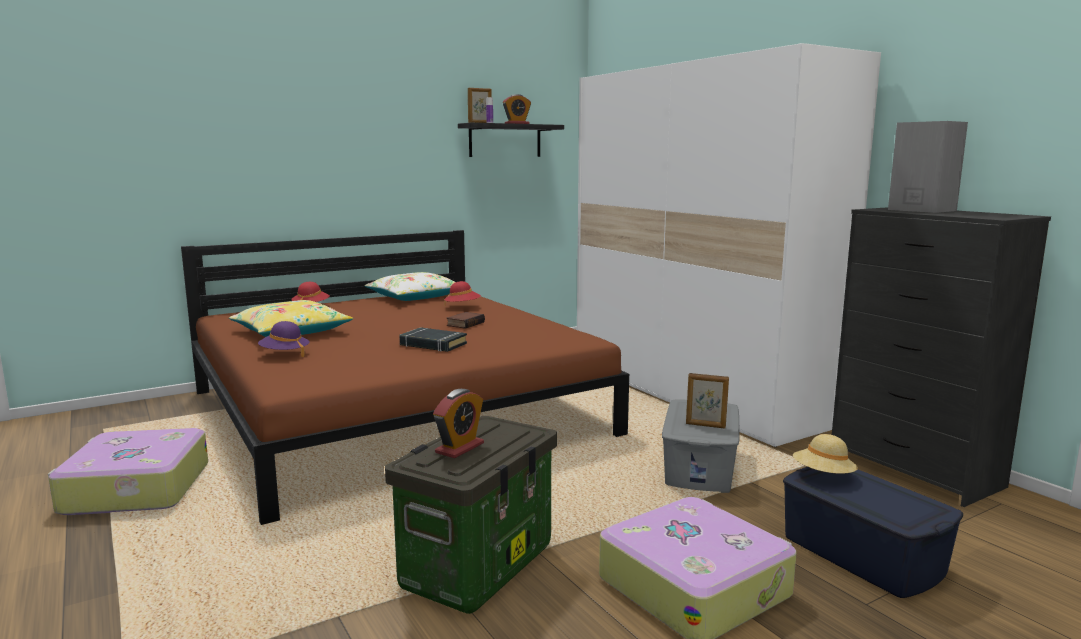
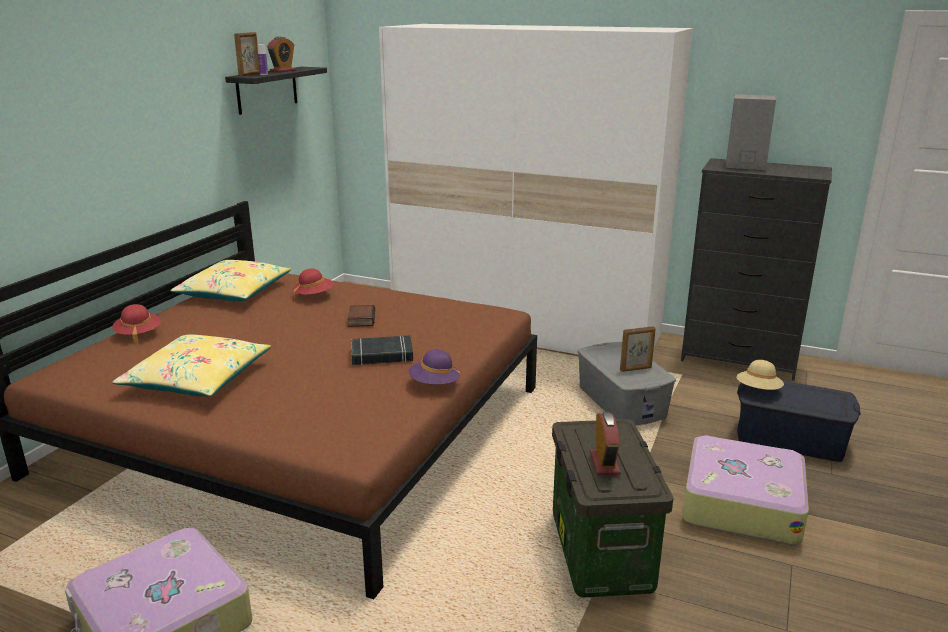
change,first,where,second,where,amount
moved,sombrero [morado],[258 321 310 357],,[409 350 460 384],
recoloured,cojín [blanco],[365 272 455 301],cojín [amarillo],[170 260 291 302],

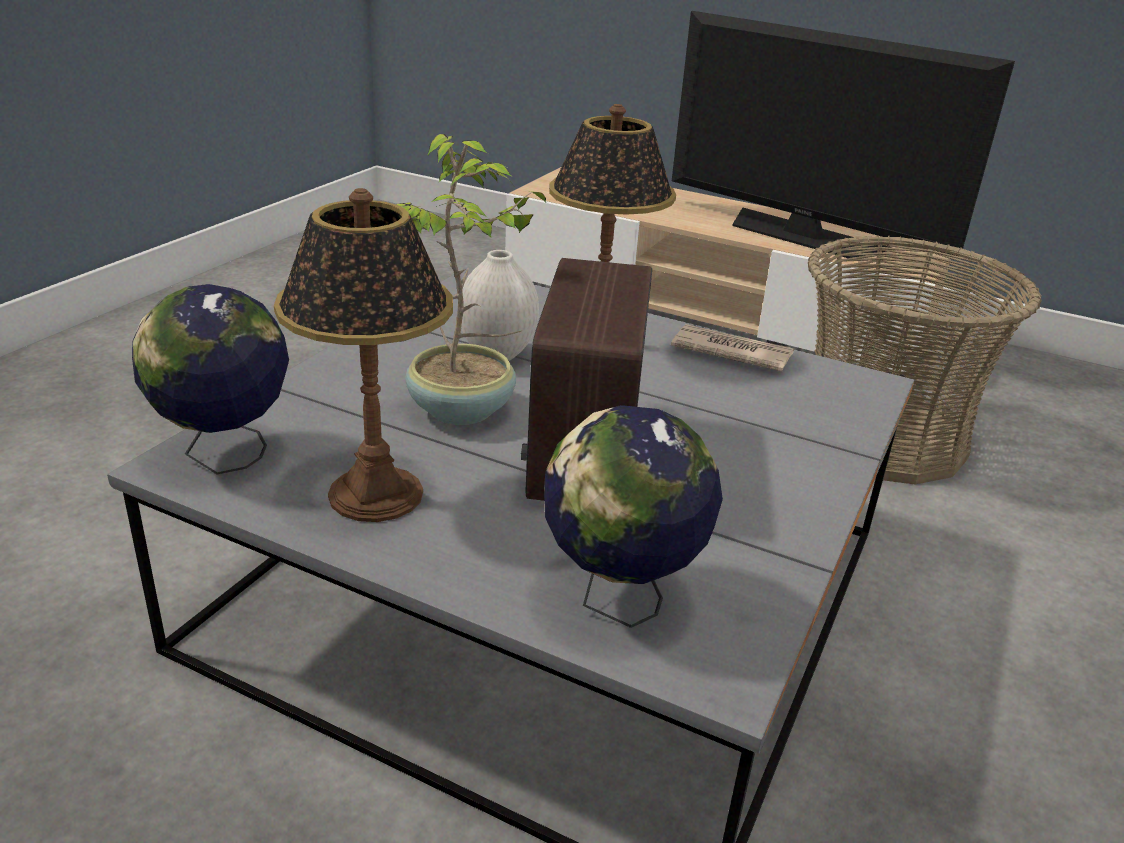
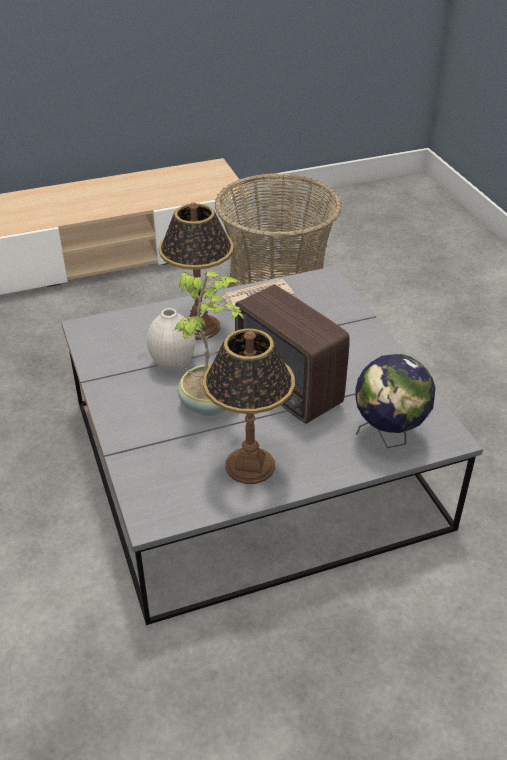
change,first,where,second,where,amount
removed,globo terráqueo,[132 284 289 474],,,
removed,televisor,[672 11 1015 258],,,

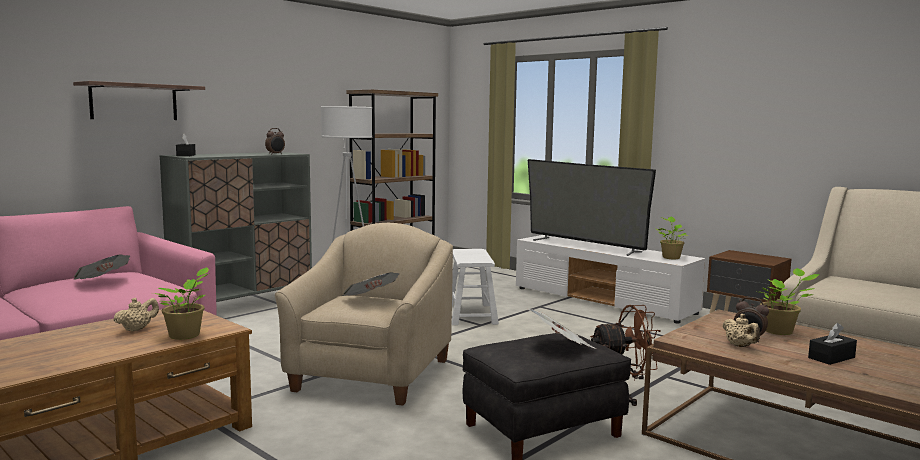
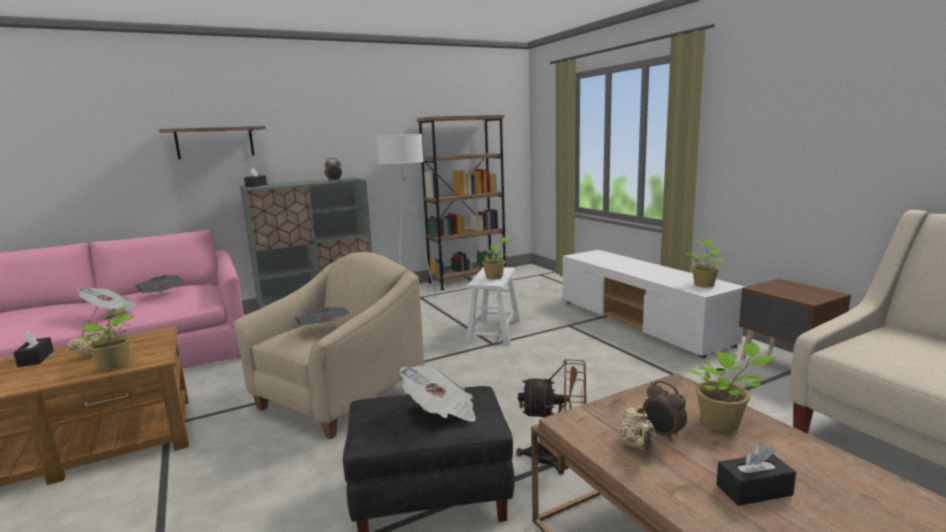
change,first,where,second,where,amount
removed,televisor,[528 159 656 256],,,
added,,,caja de pañuelos [negro],[14 331 54 367],
added,,,periódico,[77 288 135 311],
added,,,planta en maceta,[477 237 512 280],

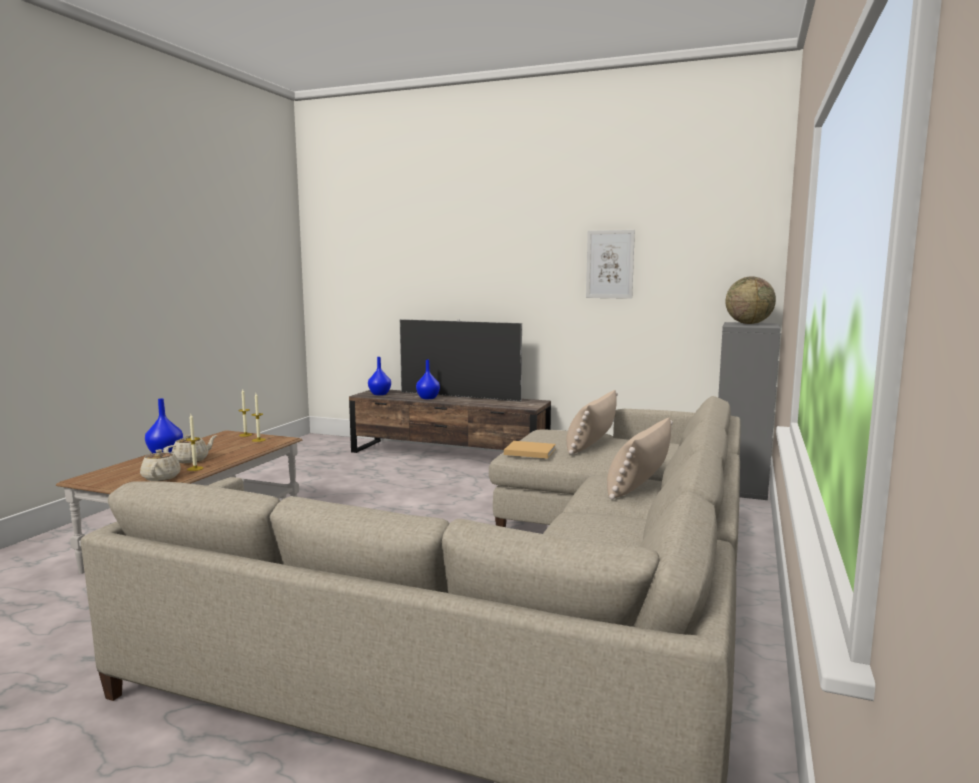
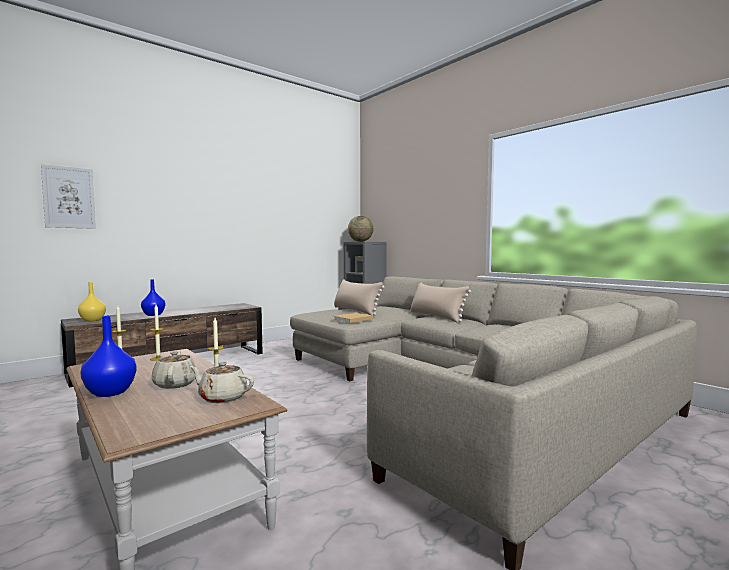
change,first,where,second,where,amount
removed,televisor,[400 319 522 401],,,
moved,cuadro,[586 230 635 299],,[41 164 96 229],
recoloured,florero [azul],[368 357 391 395],florero [amarillo],[78 282 106 322],

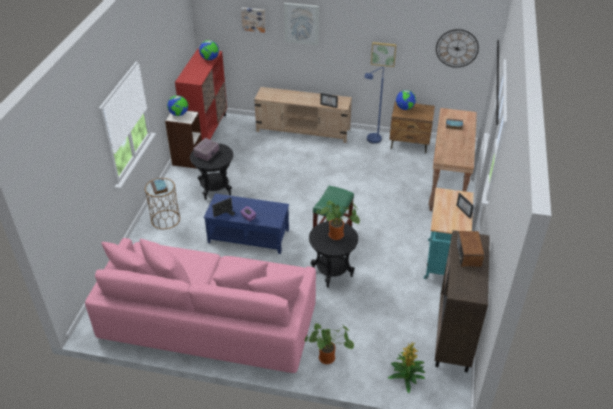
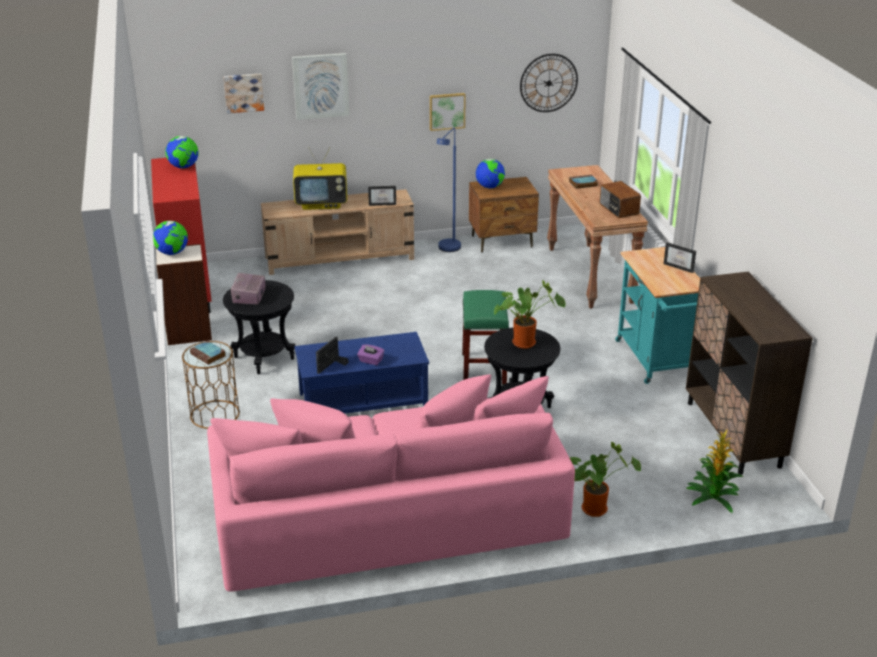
change,first,where,second,where,amount
added,,,televisor,[293 147 347 210],
moved,radio,[456 231 484 267],,[599 181 641 218],

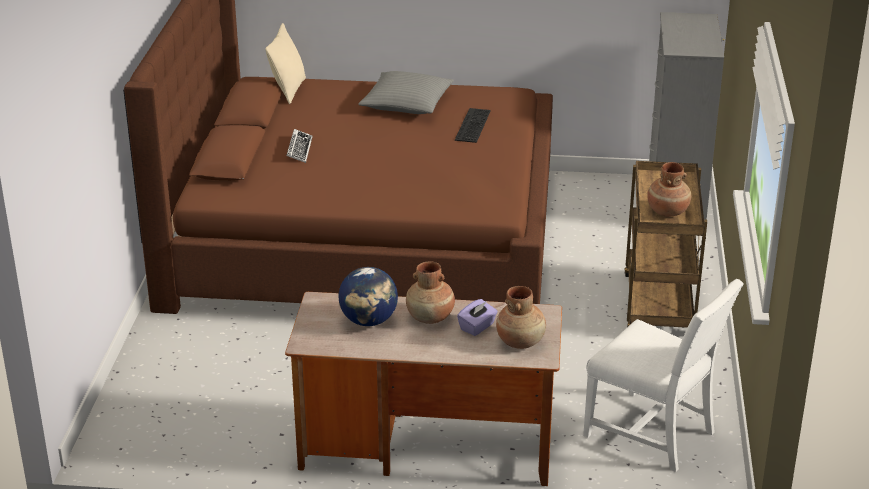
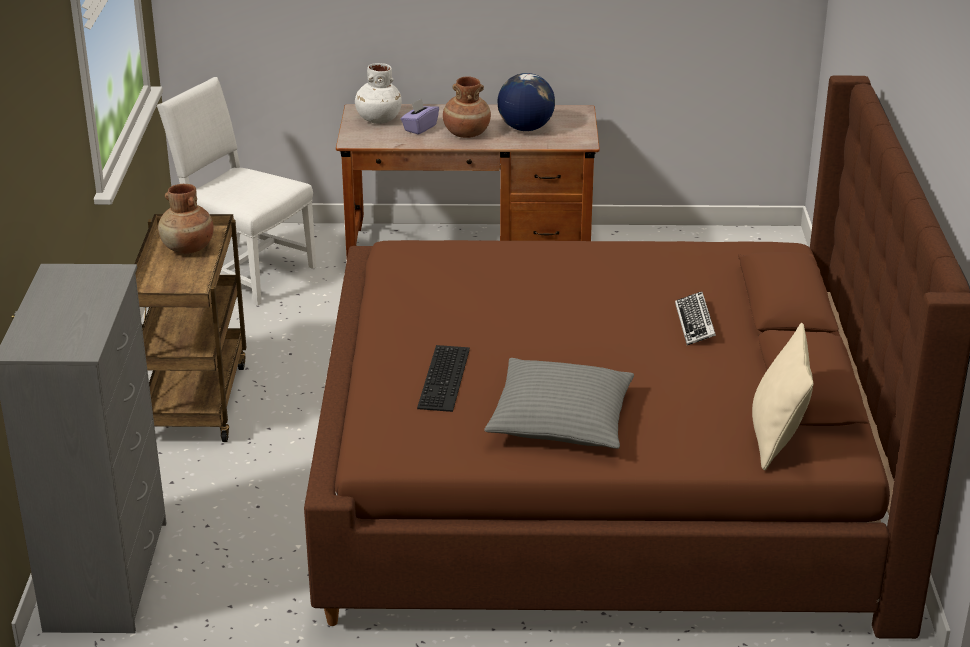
change,first,where,second,where,amount
recoloured,florero [marrón],[496 286 546 349],florero [blanco],[355 63 402 124],

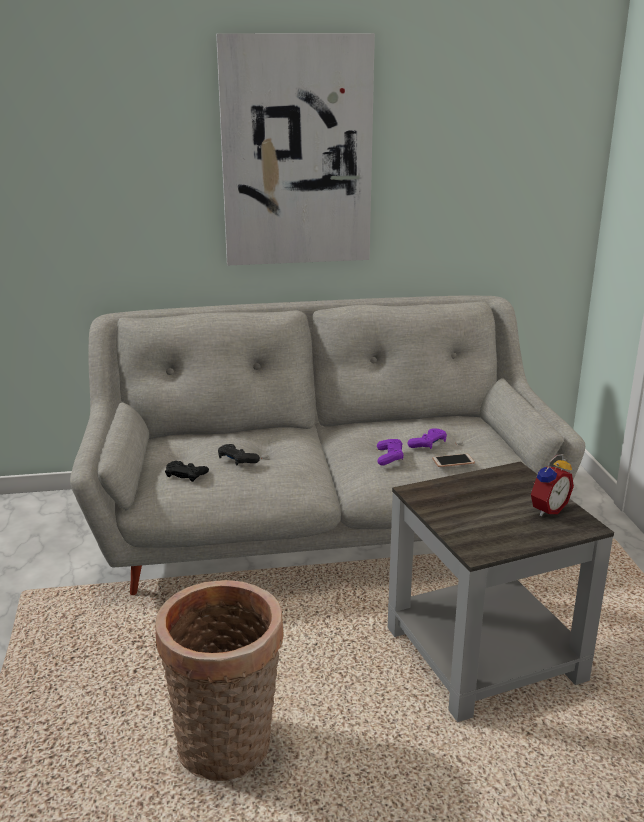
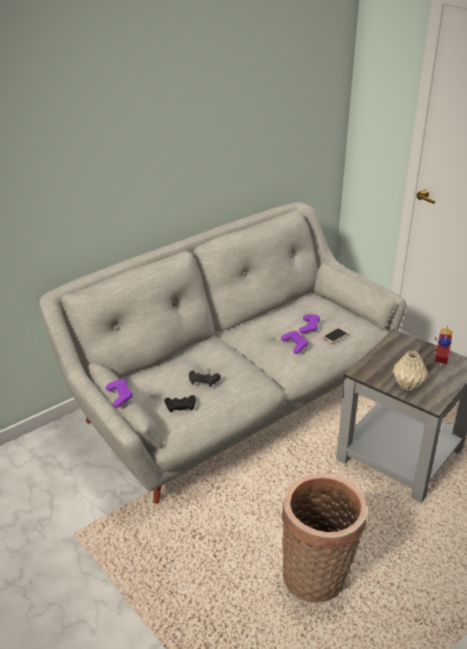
change,first,where,second,where,amount
removed,cuadro,[216 33 375 265],,,
added,,,mando de consola [morado],[106 379 133 408],
added,,,florero [beis],[393 351 428 391],

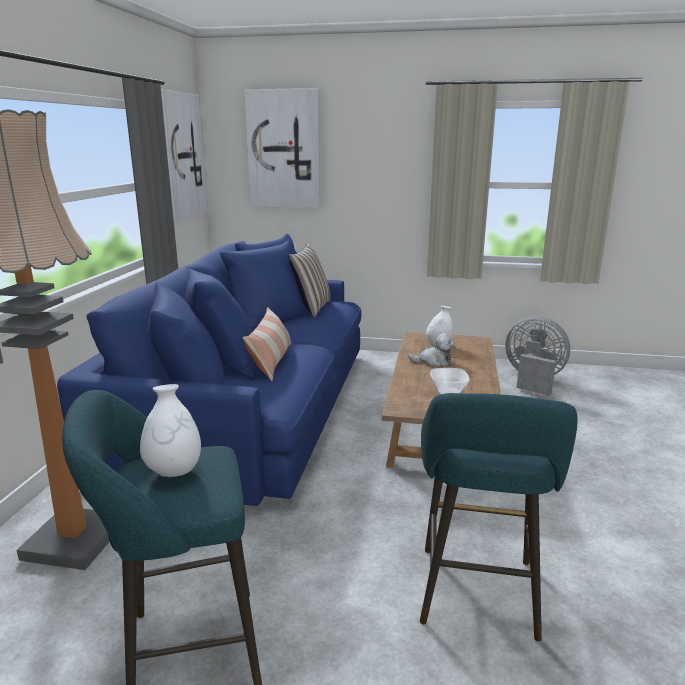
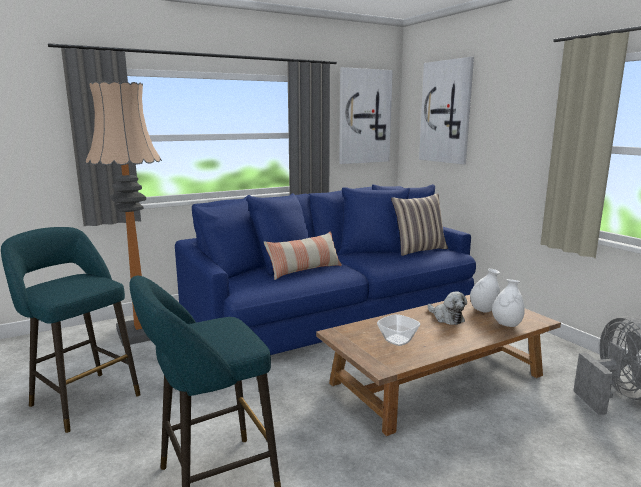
change,first,where,second,where,amount
moved,florero [blanco],[140 384 201 477],,[492 279 525 327],

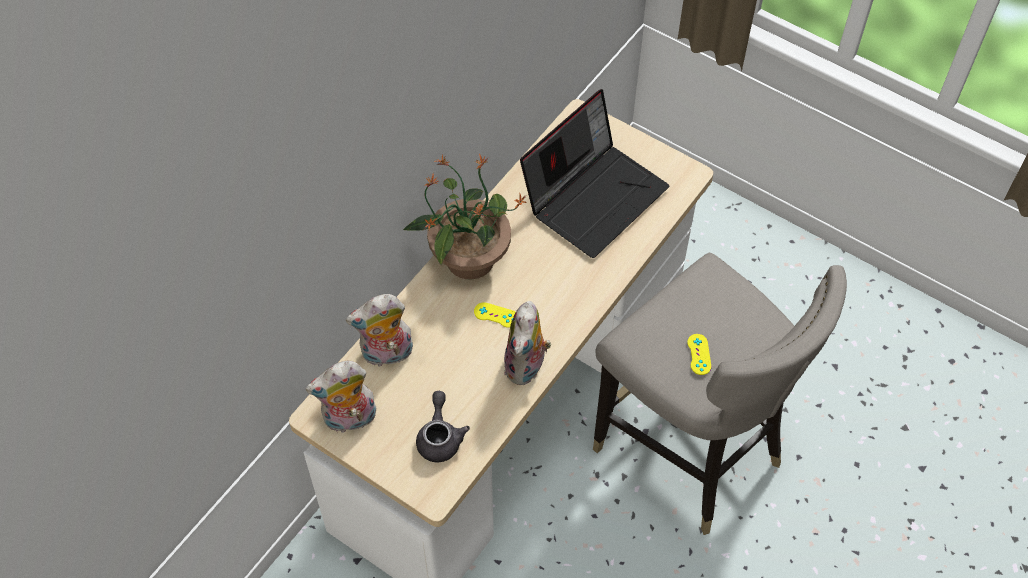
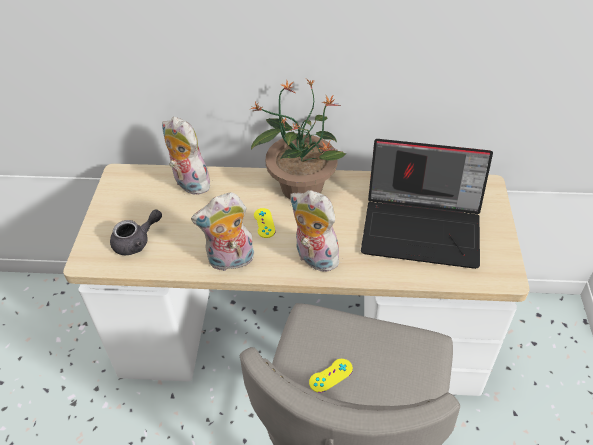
change,first,where,second,where,amount
moved,peluche,[306 361 376 433],,[290 190 345 272],

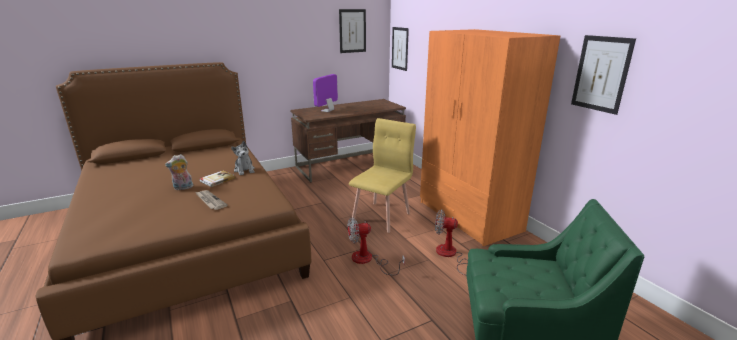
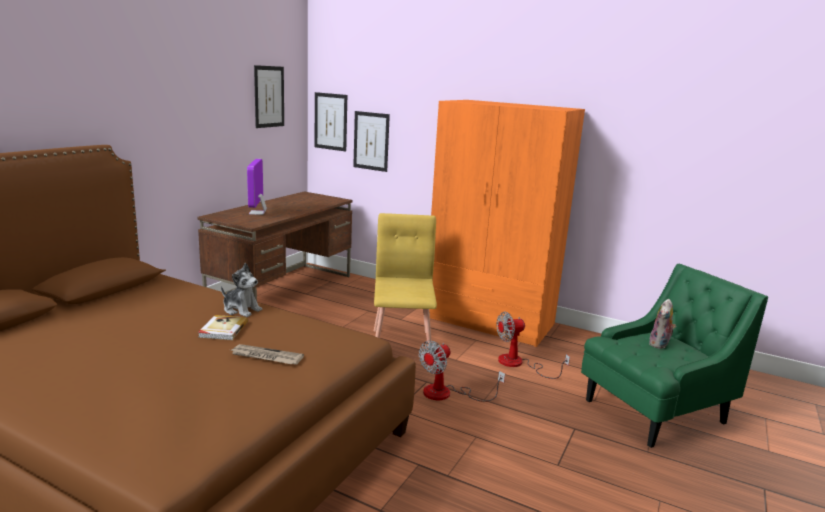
change,first,where,second,where,amount
moved,peluche,[165 154 193 190],,[649 299 676 349],
moved,cuadro,[571 35 636 115],,[353 111 390 172],

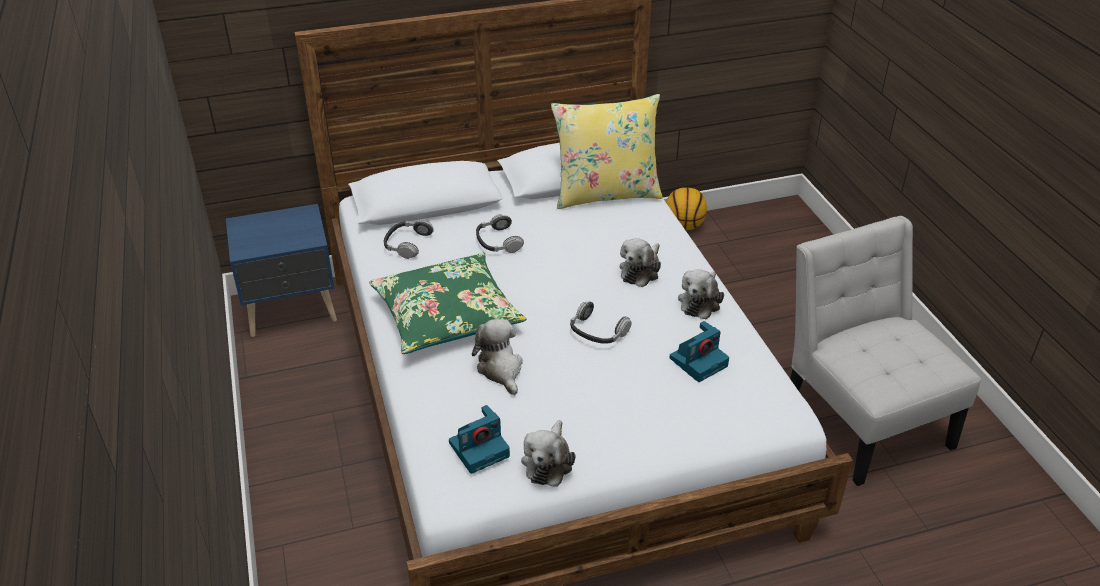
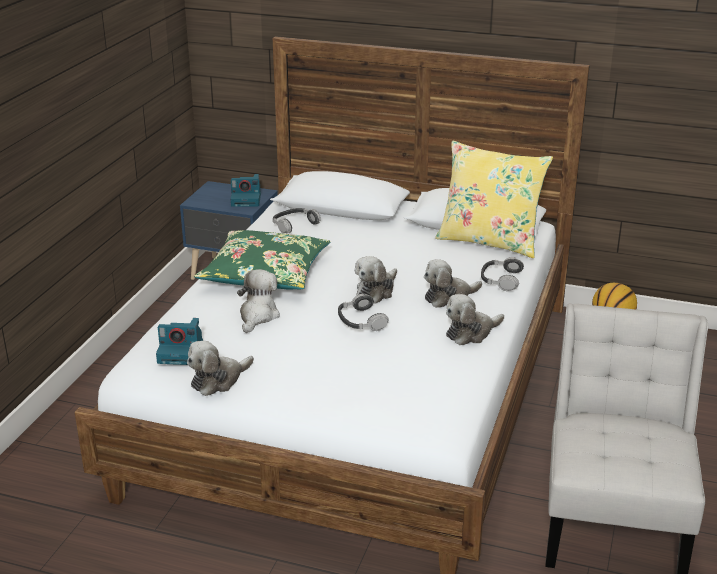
change,first,where,second,where,amount
added,,,peluche,[355 256 397 304],
moved,auriculares,[476 214 524 253],,[481 257 524 292],
moved,cámara,[670 321 729 382],,[231 174 261 207],

